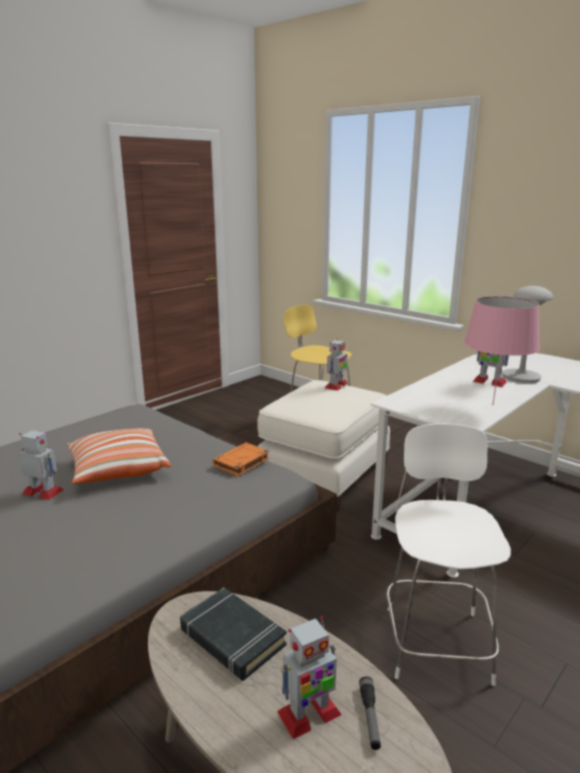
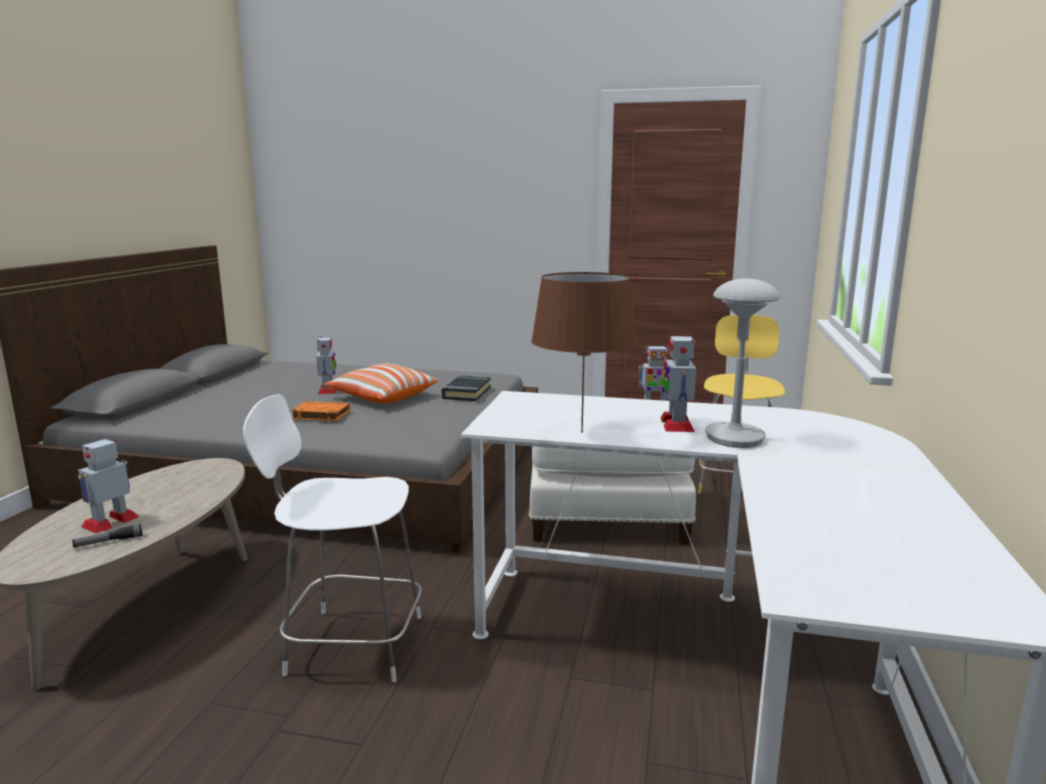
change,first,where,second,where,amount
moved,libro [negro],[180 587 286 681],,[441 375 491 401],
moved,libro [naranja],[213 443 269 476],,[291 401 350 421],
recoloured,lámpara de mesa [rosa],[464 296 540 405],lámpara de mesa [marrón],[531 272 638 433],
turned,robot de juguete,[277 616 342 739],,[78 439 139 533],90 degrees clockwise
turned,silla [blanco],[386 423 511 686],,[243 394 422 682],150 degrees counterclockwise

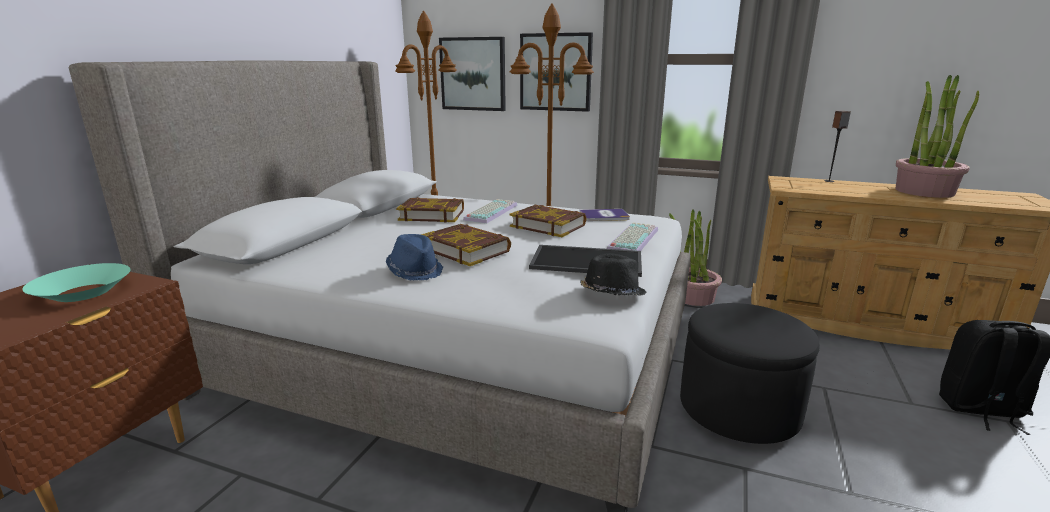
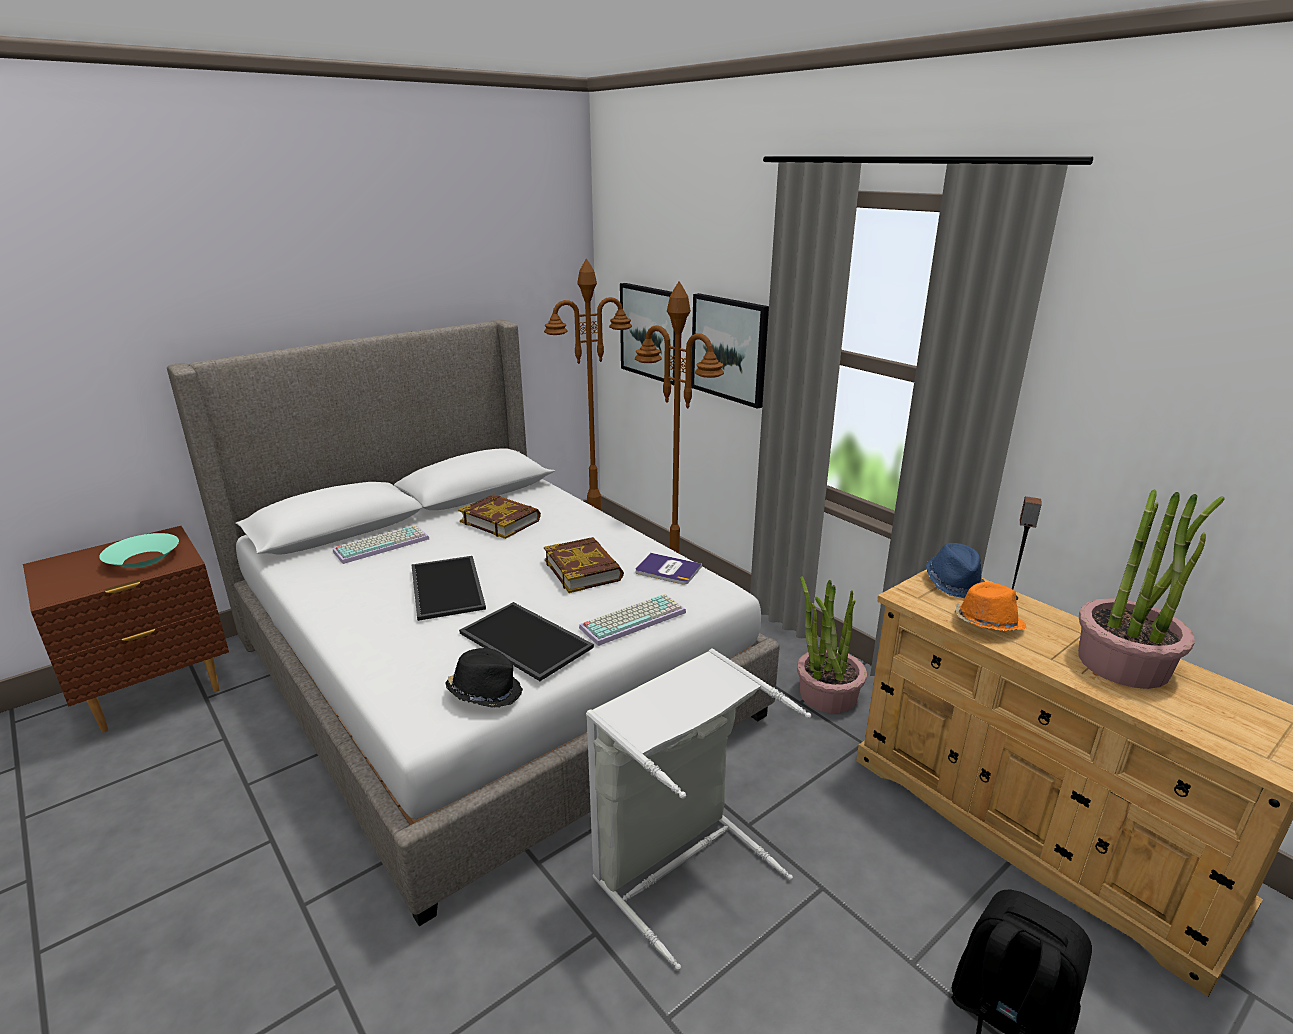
change,first,where,second,where,amount
added,,,sombrero [naranja],[955 582 1027 631],
moved,sombrero [azul],[386 234 443 280],,[926 543 985 598],
moved,teclado,[463 199 517 223],,[333 525 429 564],
replaced,libro,[421 224 511 266],bandeja,[412 556 486 621],
replaced,puf [negro],[680 303 820 444],cesto de la ropa [gris],[586 648 811 971],

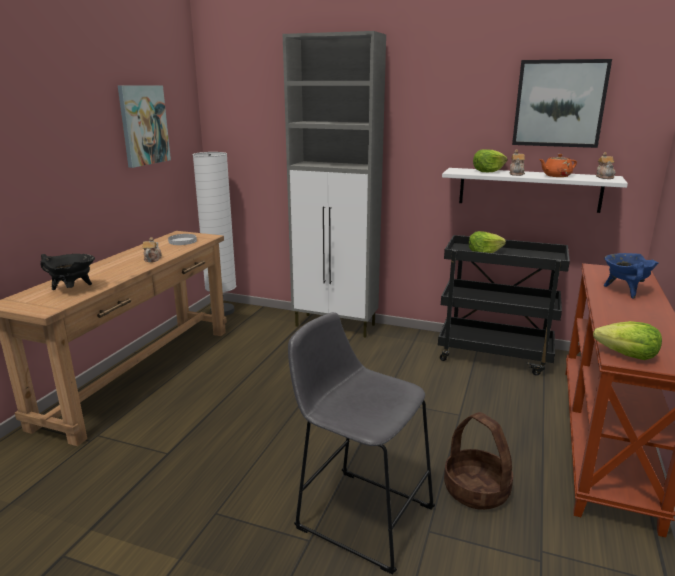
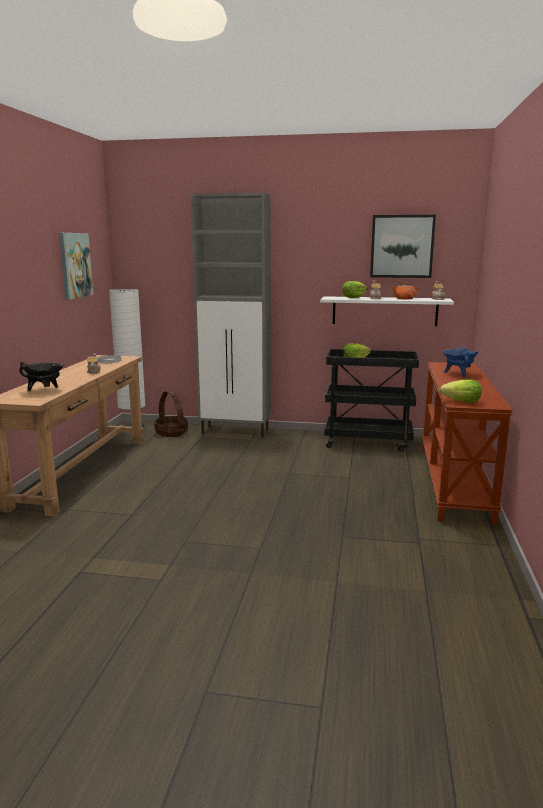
change,first,where,second,where,amount
removed,taburete [gris],[288 312 435 575],,,
moved,cesta,[444 412 513 510],,[154 390 188 437],

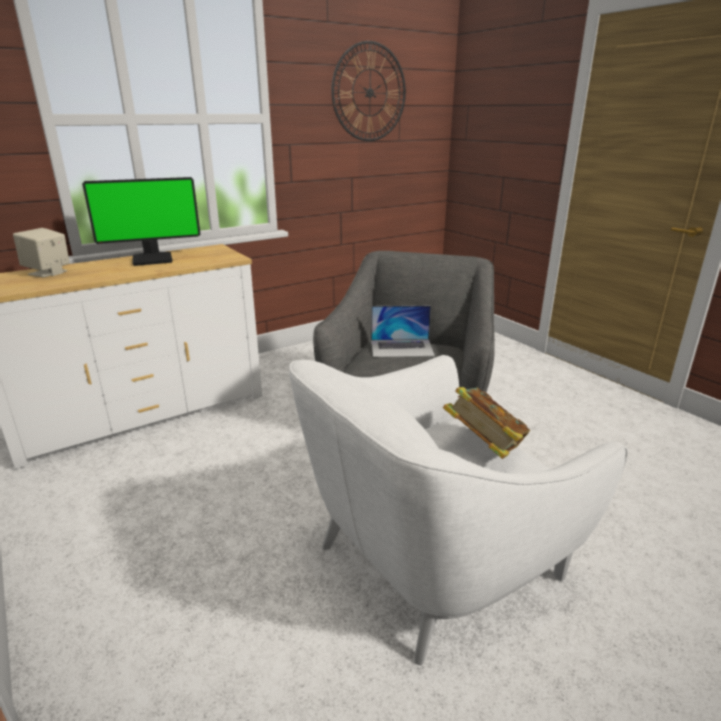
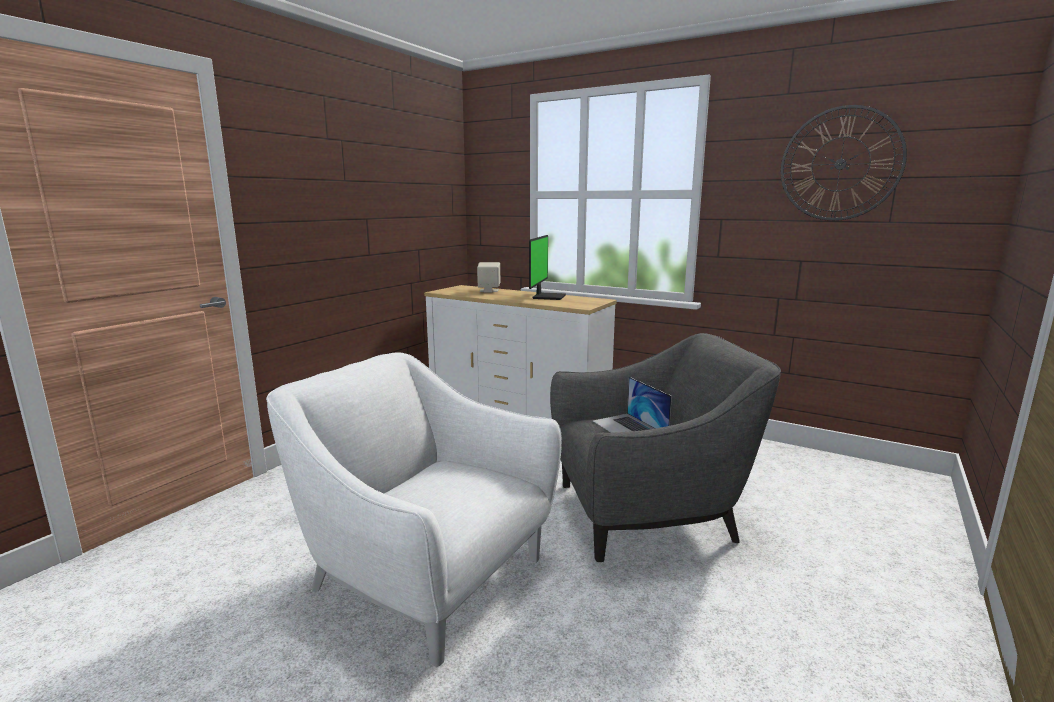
change,first,where,second,where,amount
removed,libro,[443 387 530 459],,,
turned,monitor,[82 177 200 266],,[529 235 566 300],120 degrees counterclockwise

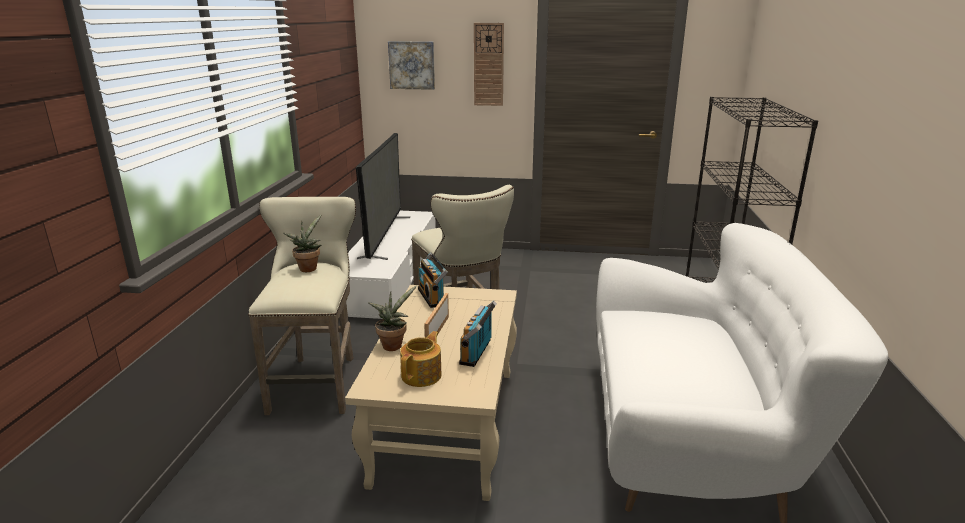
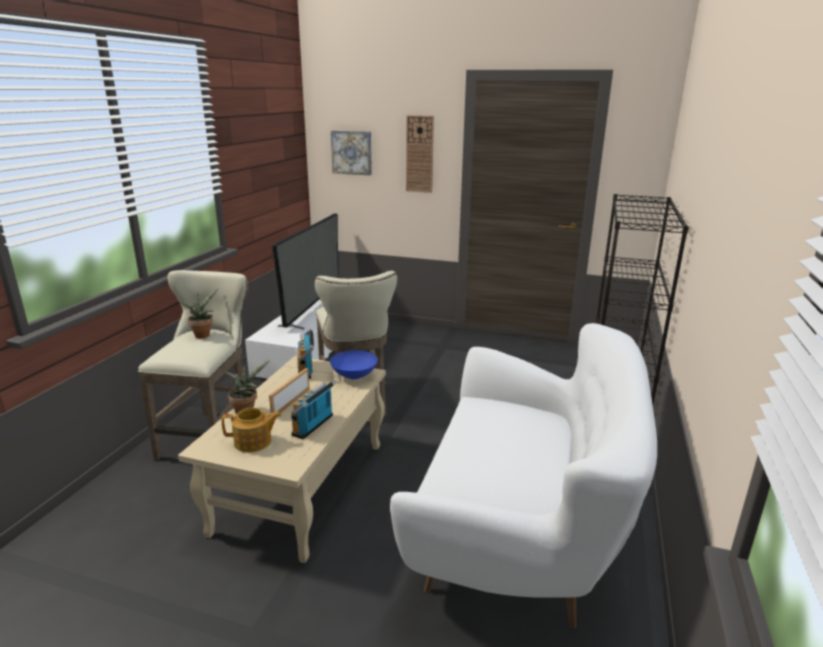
change,first,where,second,where,amount
added,,,cuenco [azul],[330 350 378 379],
turned,tetera,[400 331 442 387],,[222 408 281 452],45 degrees clockwise

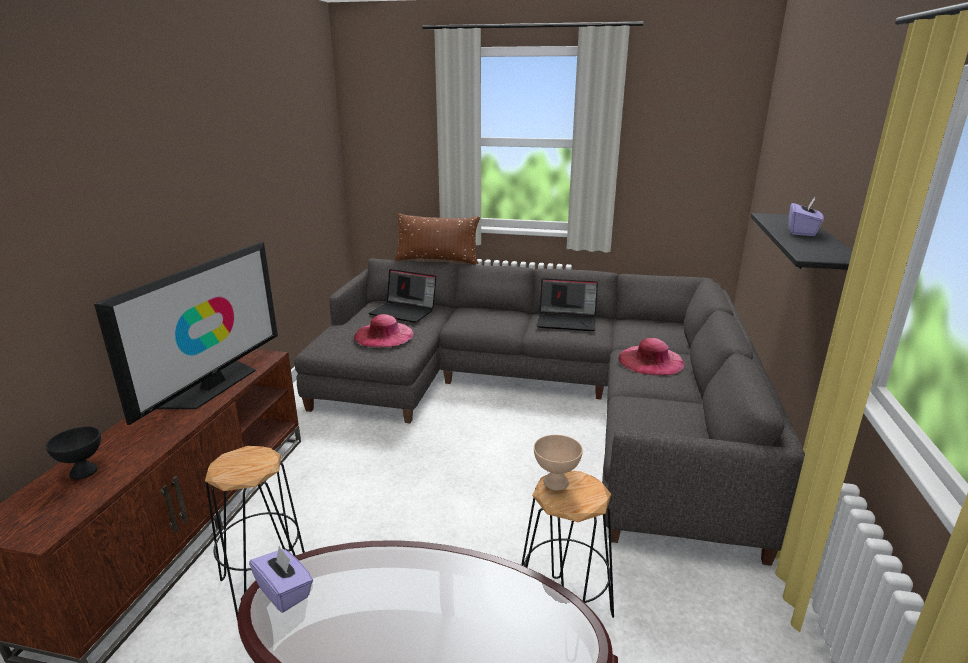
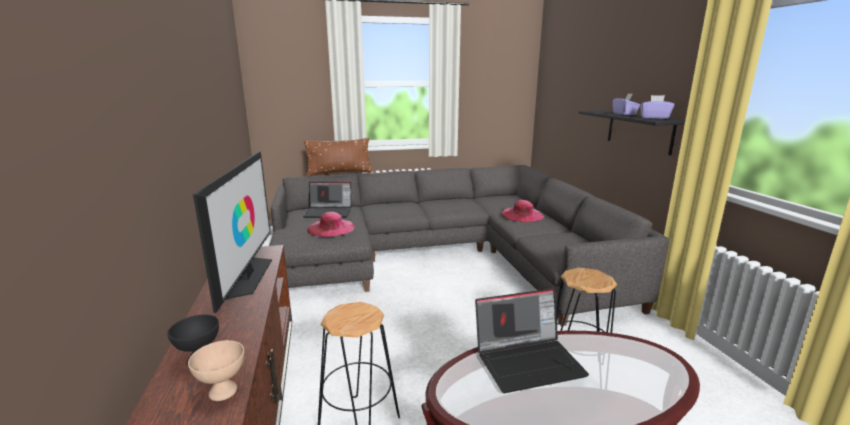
change,first,where,second,where,amount
moved,caja de pañuelos [morado],[249 546 313 613],,[640 95 674 119],
moved,cuenco [beis],[534 435 583 491],,[188 340 244 401],
moved,portátil,[536 278 598 331],,[475 288 589 393],

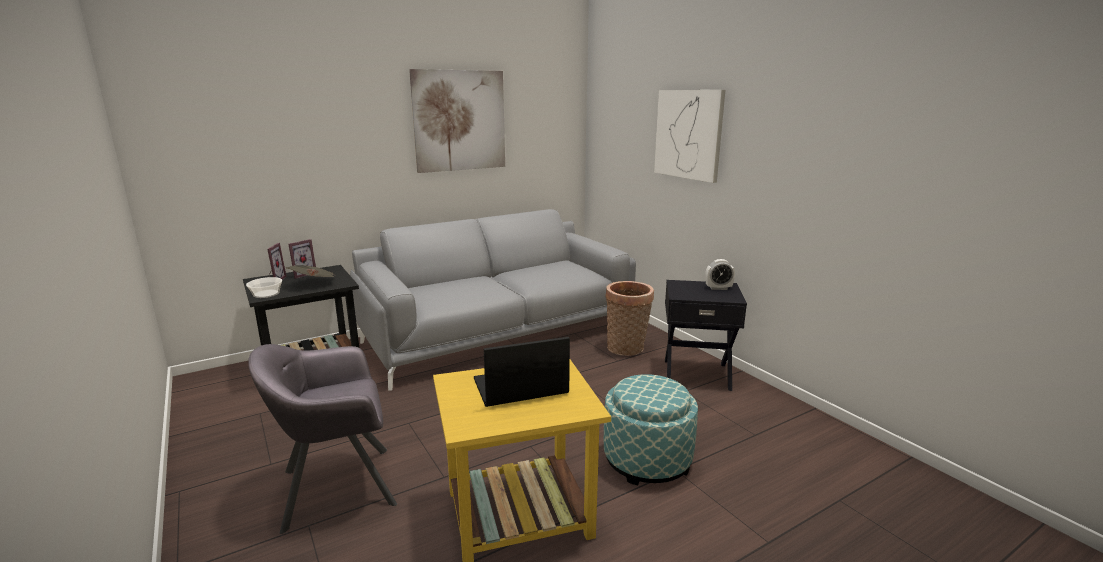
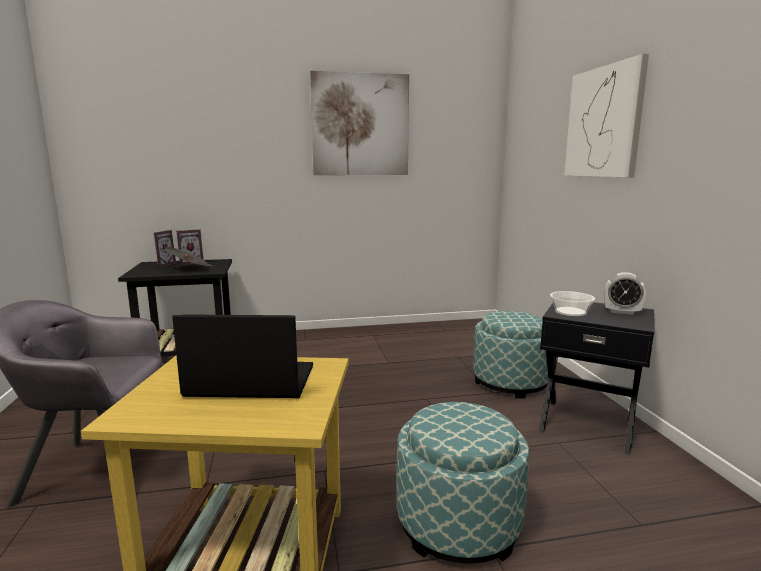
change,first,where,second,where,amount
removed,sofá [gris],[350 209 636 391],,,
moved,cuenco,[246 277 282 298],,[550 291 595 316],
replaced,cesta,[605 281 654 356],puf,[473 311 548 398],

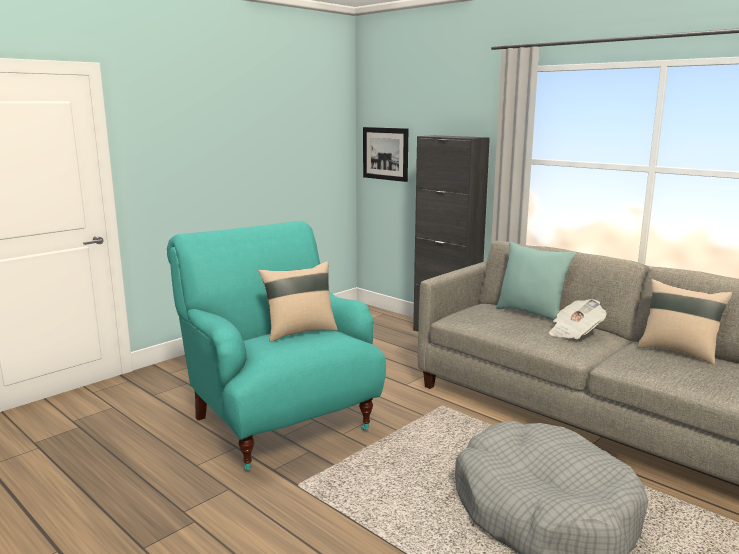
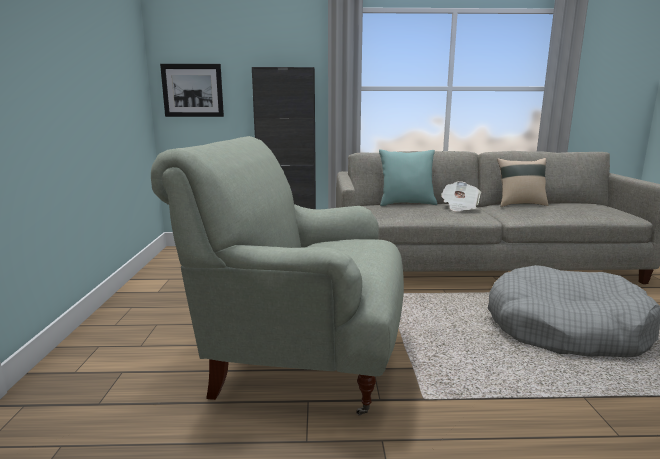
change,first,where,second,where,amount
removed,cojín [beis],[258 261 338 342],,,
recoloured,sillón [turquesa],[167 221 386 471],sillón [gris],[151 136 404 415],

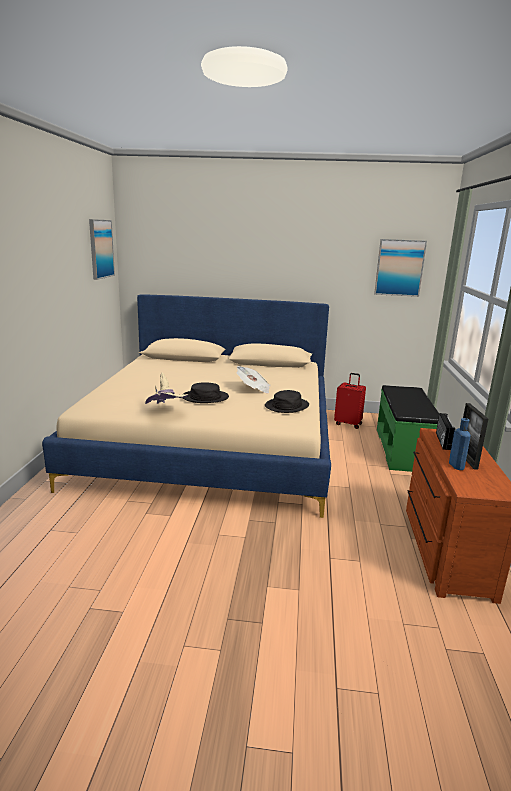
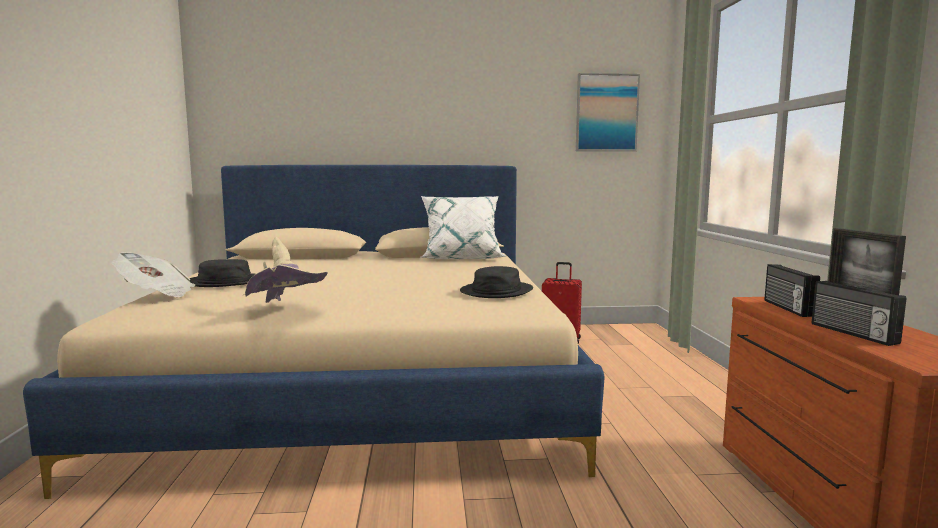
change,first,where,second,where,amount
removed,cuadro,[89 219 115 280],,,
removed,banco [verde],[377 385 439 472],,,
added,,,cojín [blanco],[421 196 506 259],
moved,sombrero [negro],[182 383 229 403],,[189 259 255 287],
moved,periódico,[236 366 270 393],,[112 252 195 297],
replaced,botella [azul],[449 418 471 470],radio,[812 281 906 346],

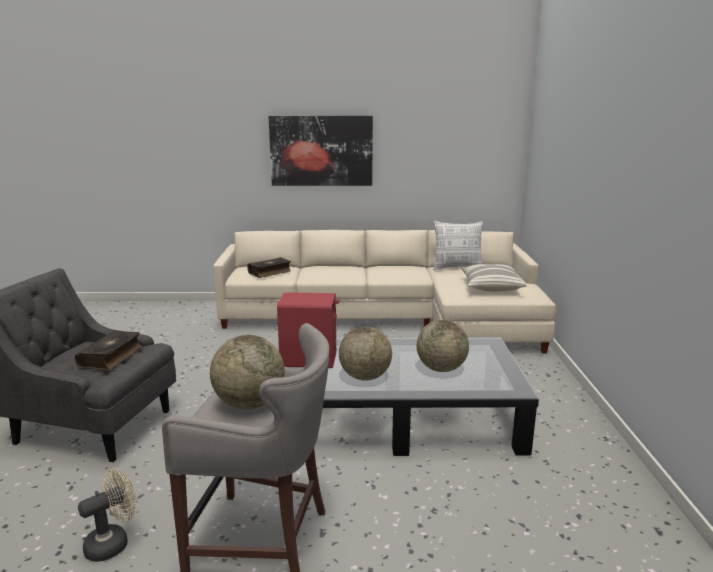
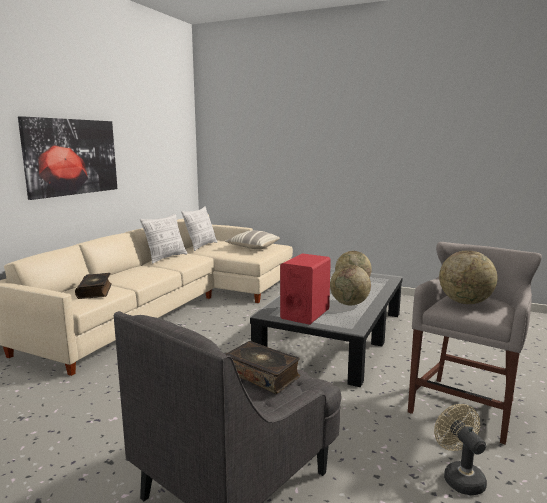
change,first,where,second,where,amount
added,,,cojín,[140 214 188 264],

